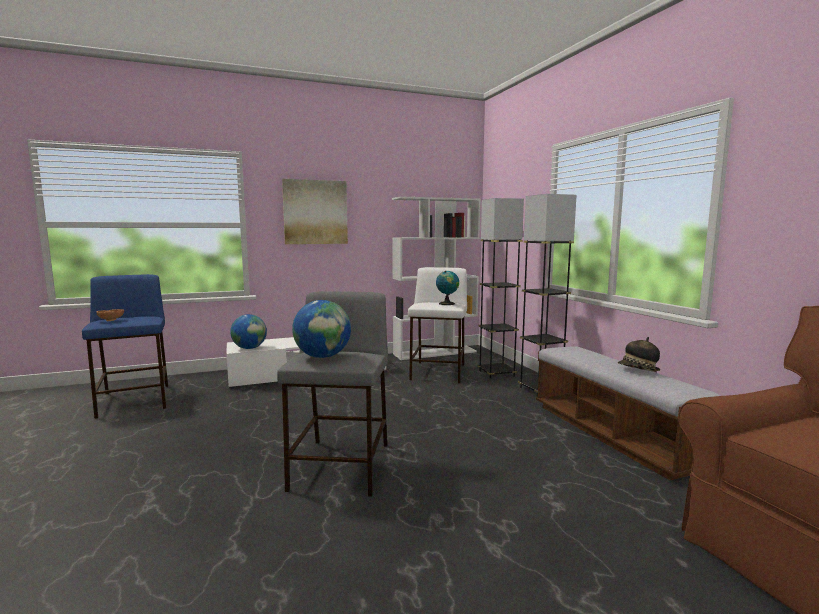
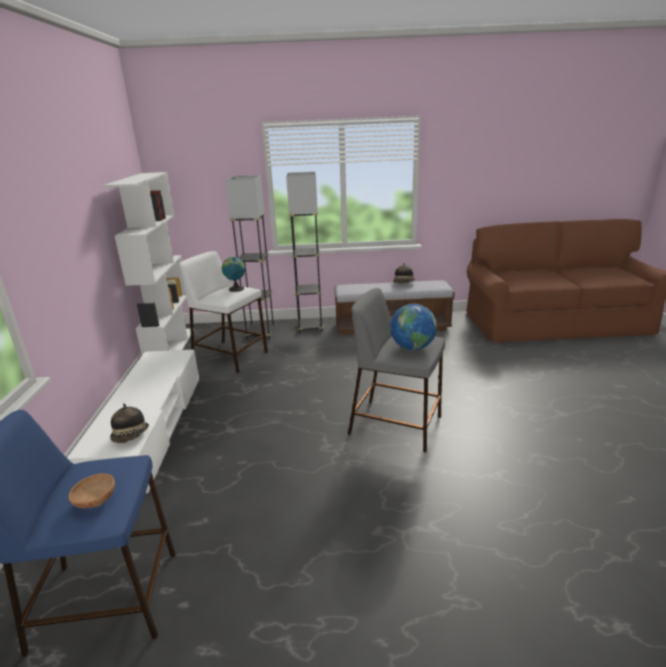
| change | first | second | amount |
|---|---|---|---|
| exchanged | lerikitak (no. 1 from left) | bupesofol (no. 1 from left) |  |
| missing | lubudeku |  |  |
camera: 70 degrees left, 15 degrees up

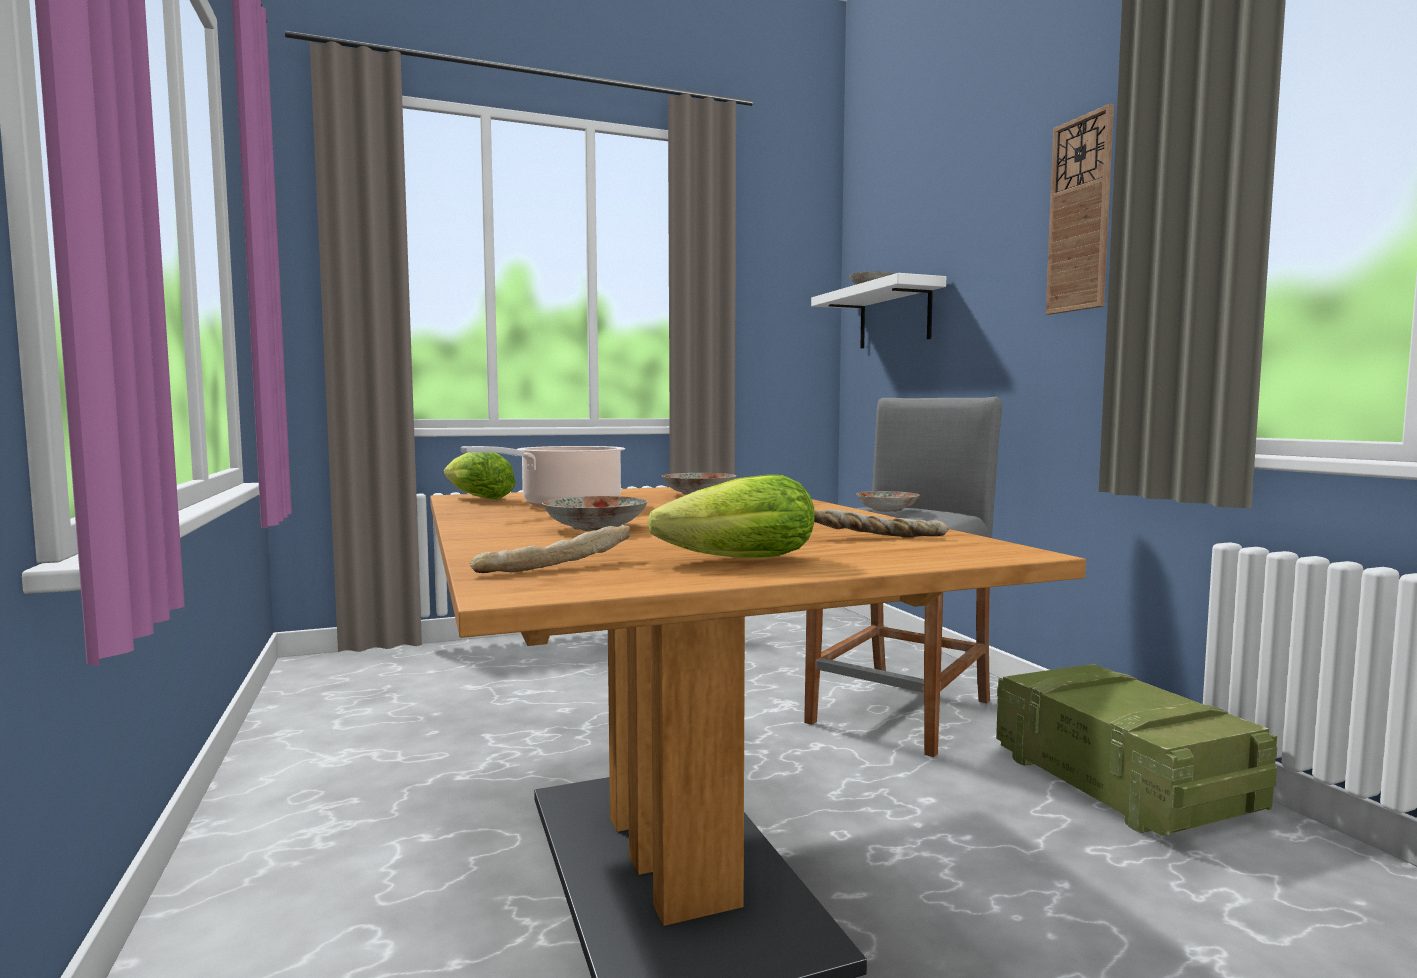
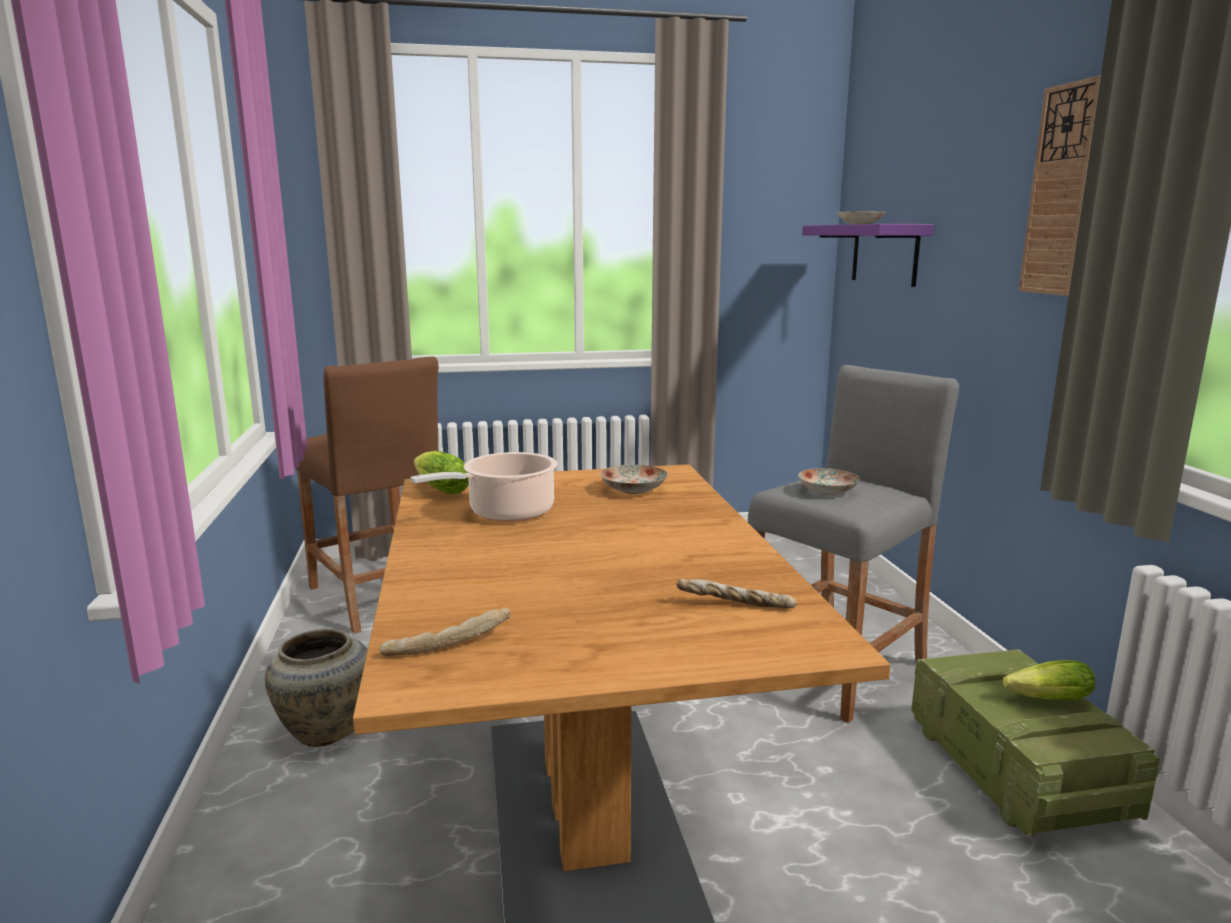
| change | first | second | amount |
|---|---|---|---|
| appeared |  | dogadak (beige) |  |
| appeared |  | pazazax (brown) |  |
| colour | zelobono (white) | zelobono (purple) |  |
| relocated | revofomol (no. 2 from left) |  |  |
| missing | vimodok (no. 1 from left) |  |  |
camera: 10 degrees right, 10 degrees up

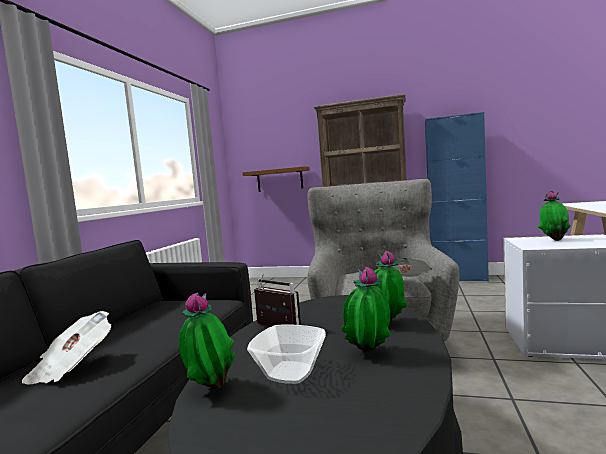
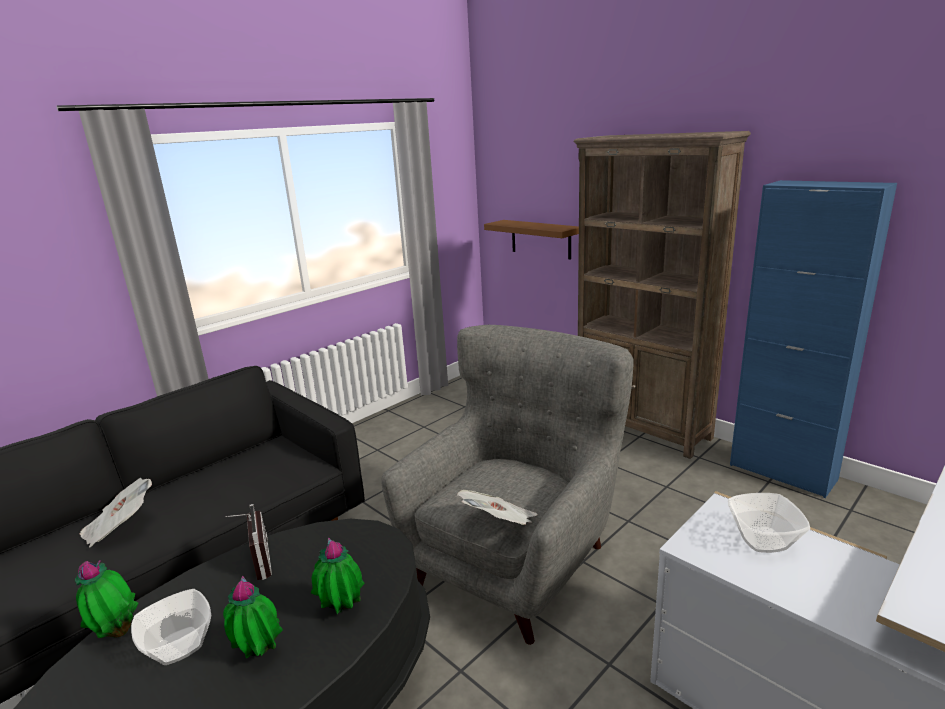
| change | first | second | amount |
|---|---|---|---|
| exchanged | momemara (no. 4 from left) | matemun (no. 2 from left) |  |
camera: 30 degrees right, 15 degrees up

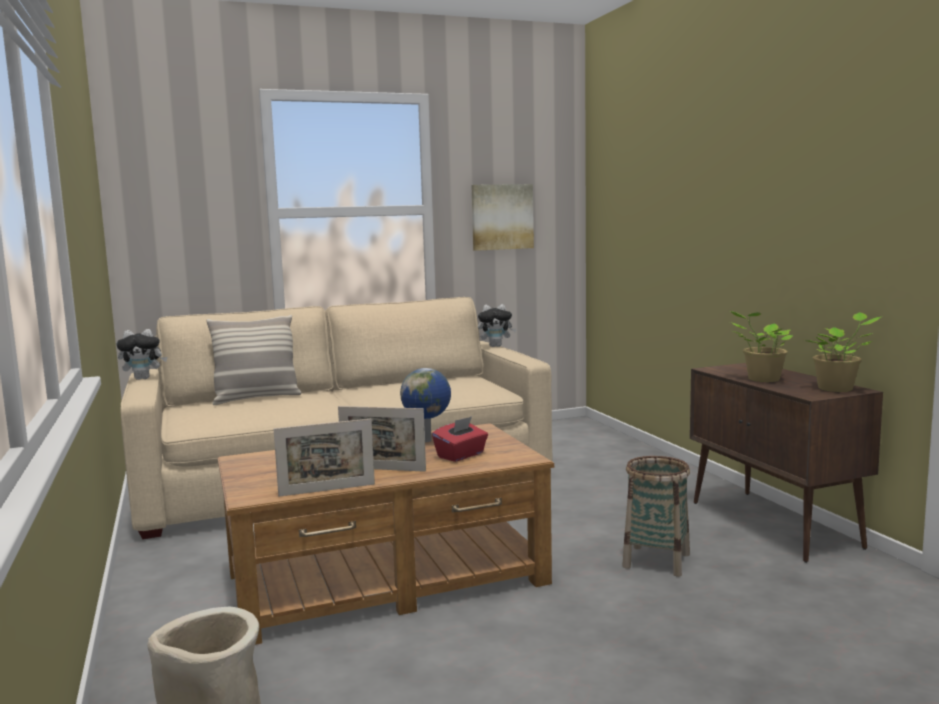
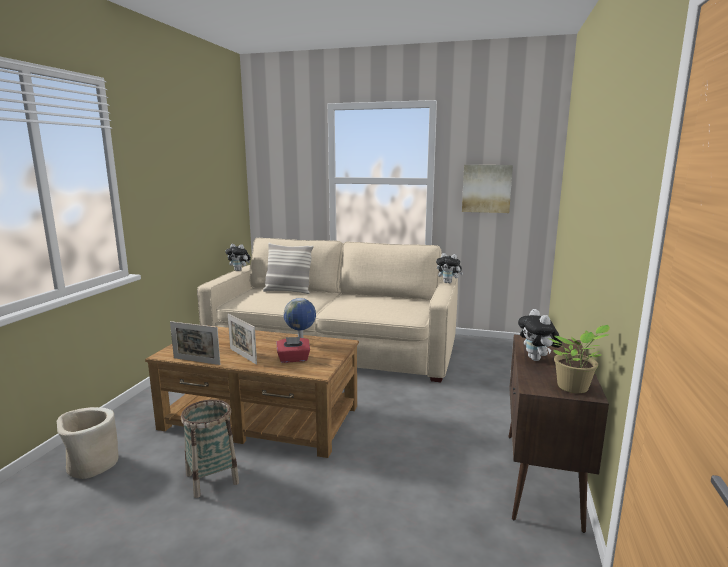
| change | first | second | amount |
|---|---|---|---|
| relocated | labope |  |  |
| exchanged | momemara (no. 1 from left) | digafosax (no. 3 from left) |  |
camera: 35 degrees right, 5 degrees up

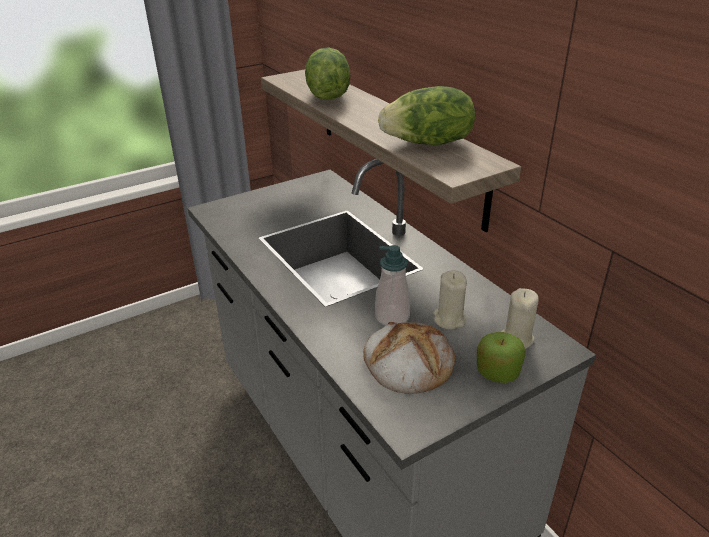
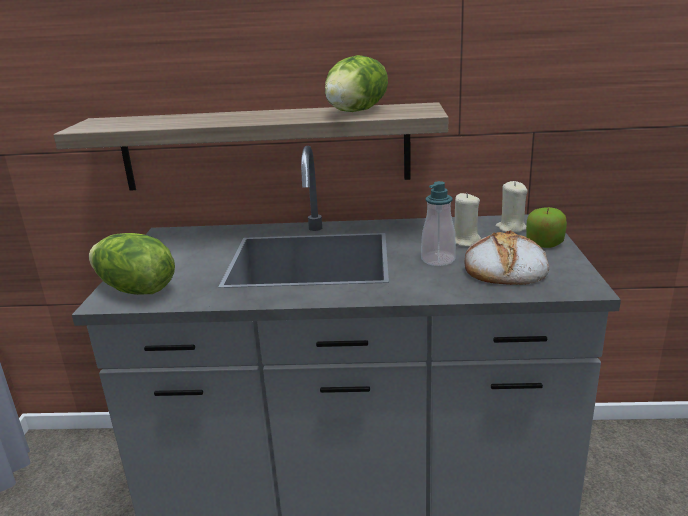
| change | first | second | amount |
|---|---|---|---|
| relocated | revofomol (no. 1 from left) |  |  |
camera: 55 degrees left, 10 degrees down

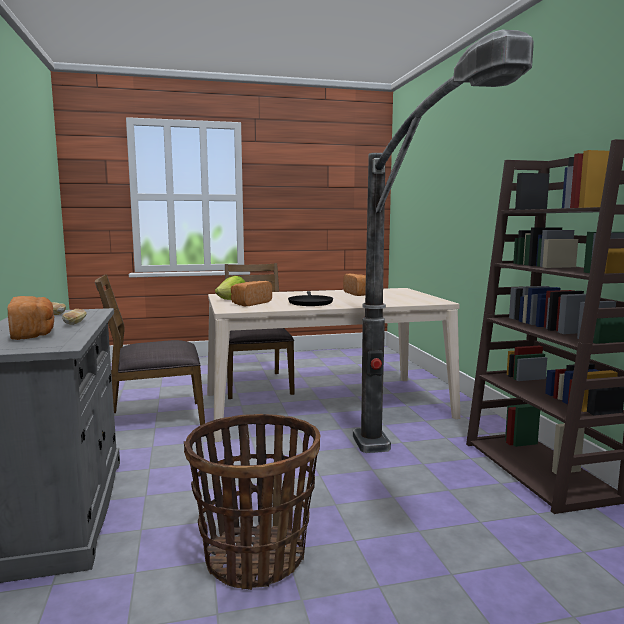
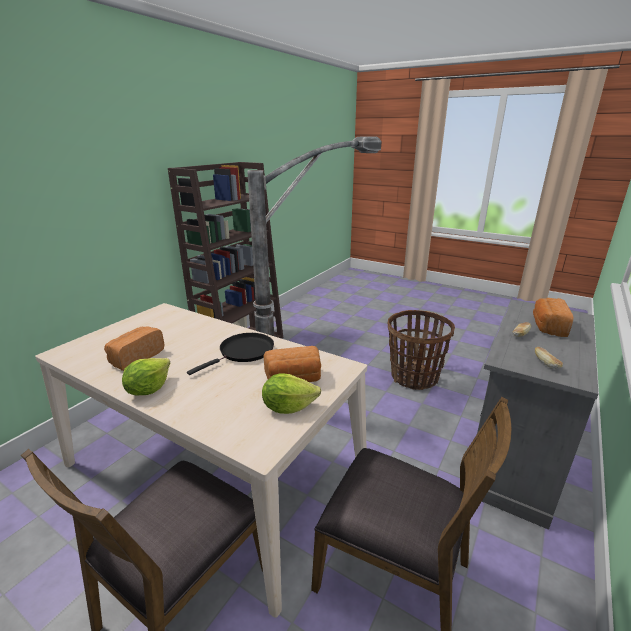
| change | first | second | amount |
|---|---|---|---|
| appeared |  | revofomol (no. 1 from left) |  |
camera: 135 degrees left, 15 degrees up

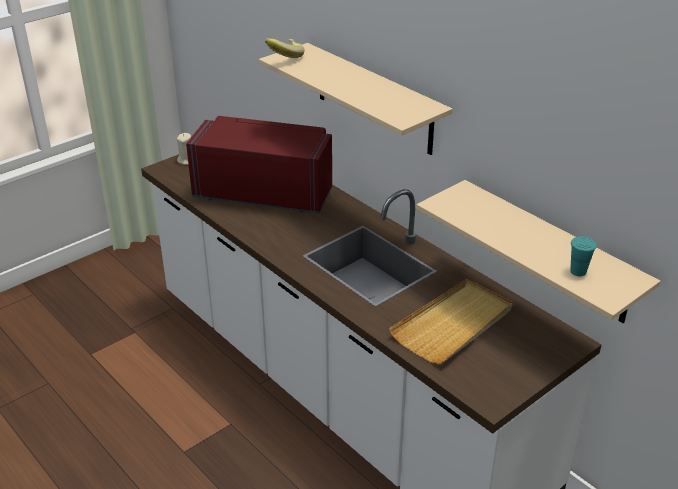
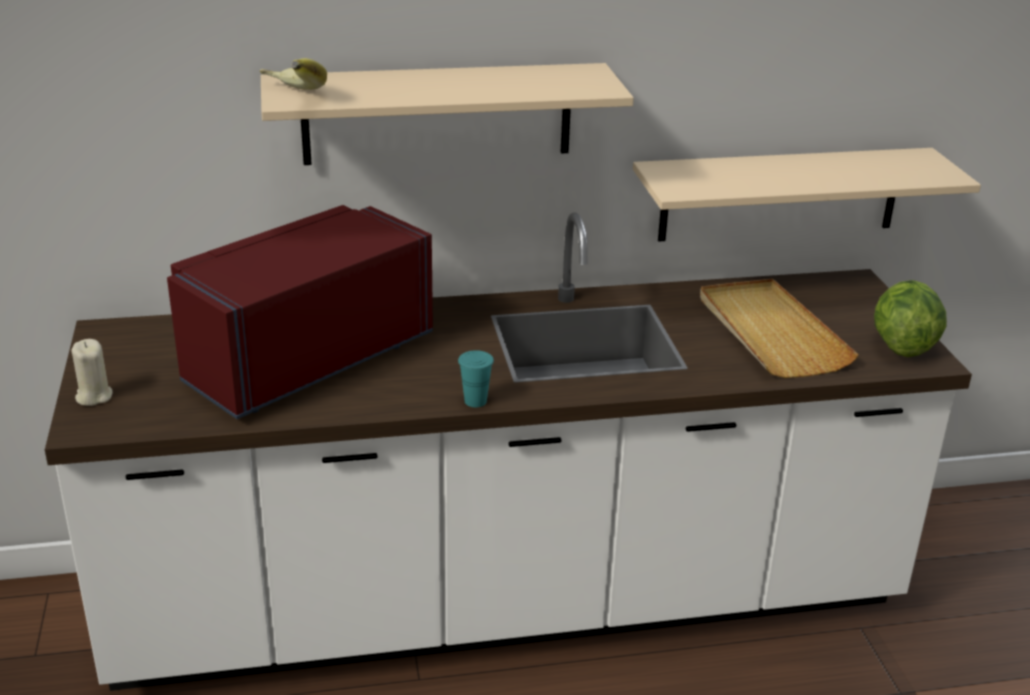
| change | first | second | amount |
|---|---|---|---|
| relocated | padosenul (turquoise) |  |  |
| appeared |  | revofomol |  |
camera: 60 degrees left, 5 degrees down

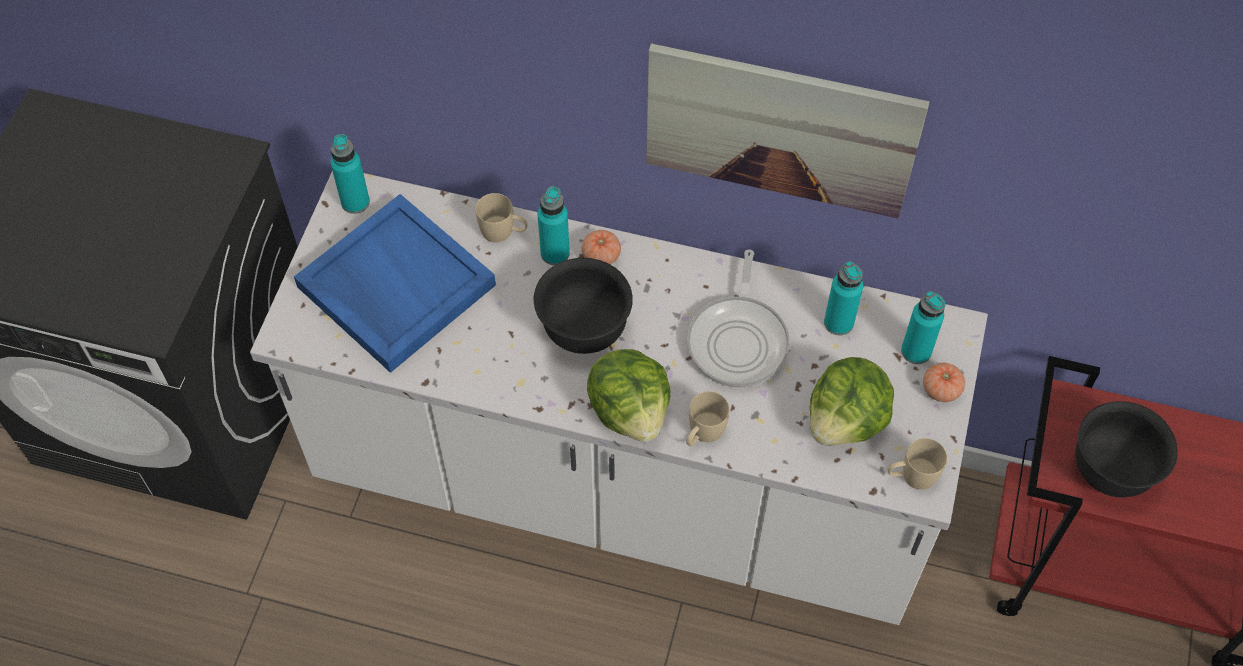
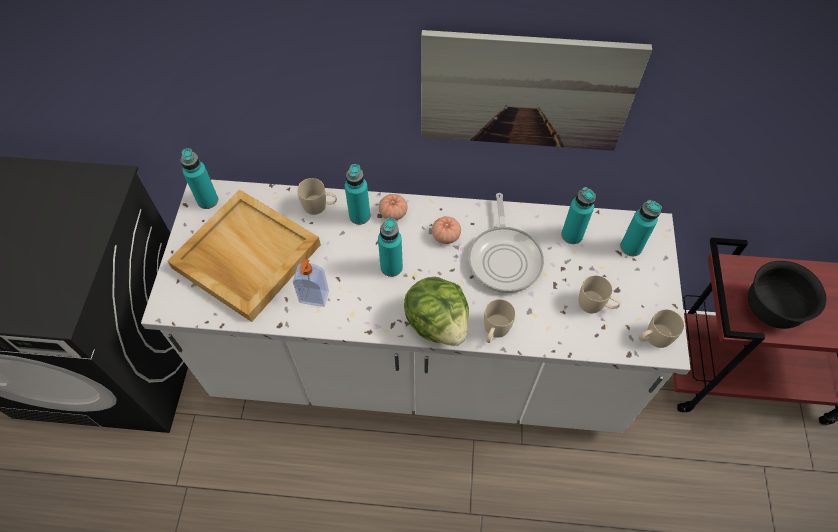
| change | first | second | amount |
|---|---|---|---|
| colour | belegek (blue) | belegek (beige) |  |
| appeared |  | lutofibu |  |
| exchanged | matemun (black) (no. 1 from left) | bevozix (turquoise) (no. 3 from left) |  |
| relocated | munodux (no. 2 from left) |  |  |
| exchanged | revofomol (no. 2 from left) | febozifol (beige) (no. 3 from left) |  |
camera: 10 degrees left, 0 degrees up

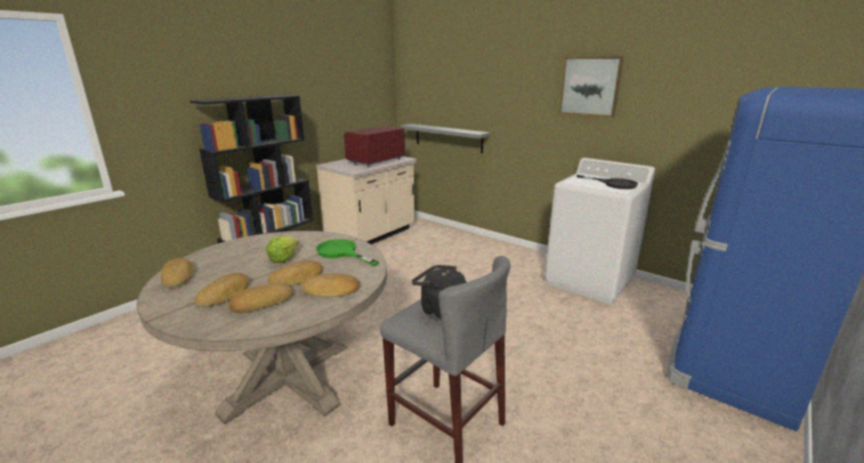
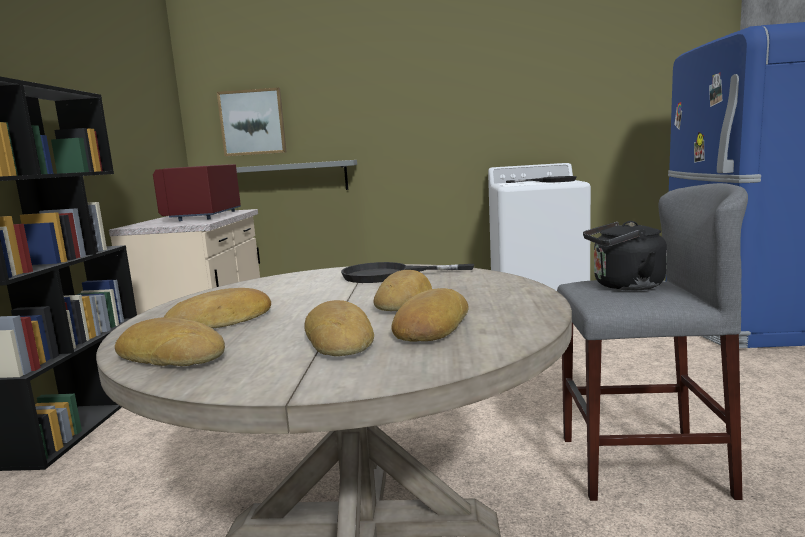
| change | first | second | amount |
|---|---|---|---|
| relocated | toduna (no. 5 from left in the first image) | toduna (no. 2 from left) |  |
| relocated | lubudeku |  |  |
| colour | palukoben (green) | palukoben (black) (no. 1 from left) |  |
| missing | revofomol |  |  |
camera: 35 degrees left, 10 degrees down

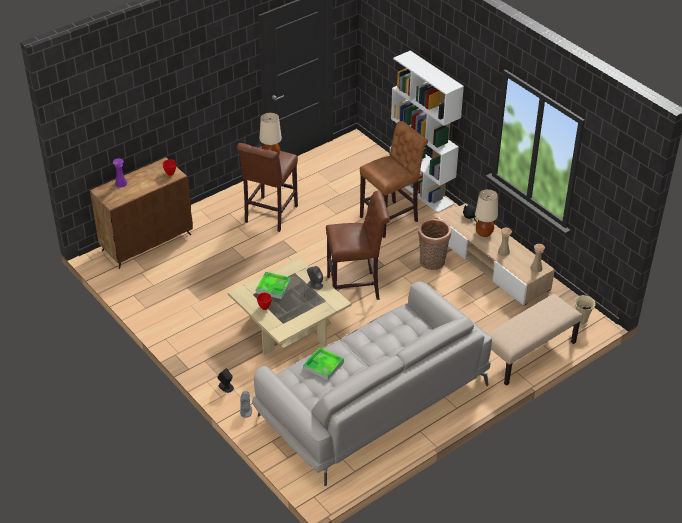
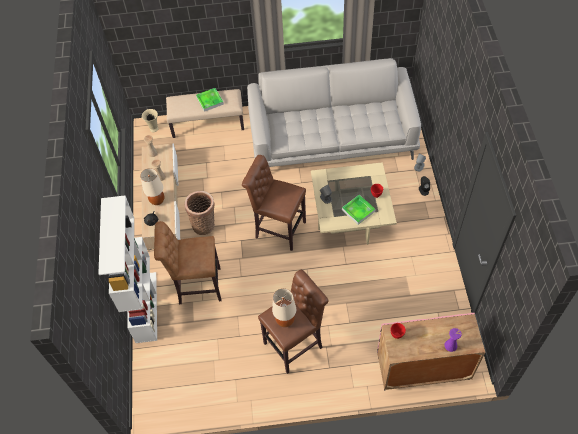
| change | first | second | amount |
|---|---|---|---|
| relocated | belegek (no. 2 from left in the first image) | belegek (no. 1 from left) |  |
| colour | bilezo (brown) | bilezo (pink) |  |
camera: 145 degrees left, 15 degrees up

